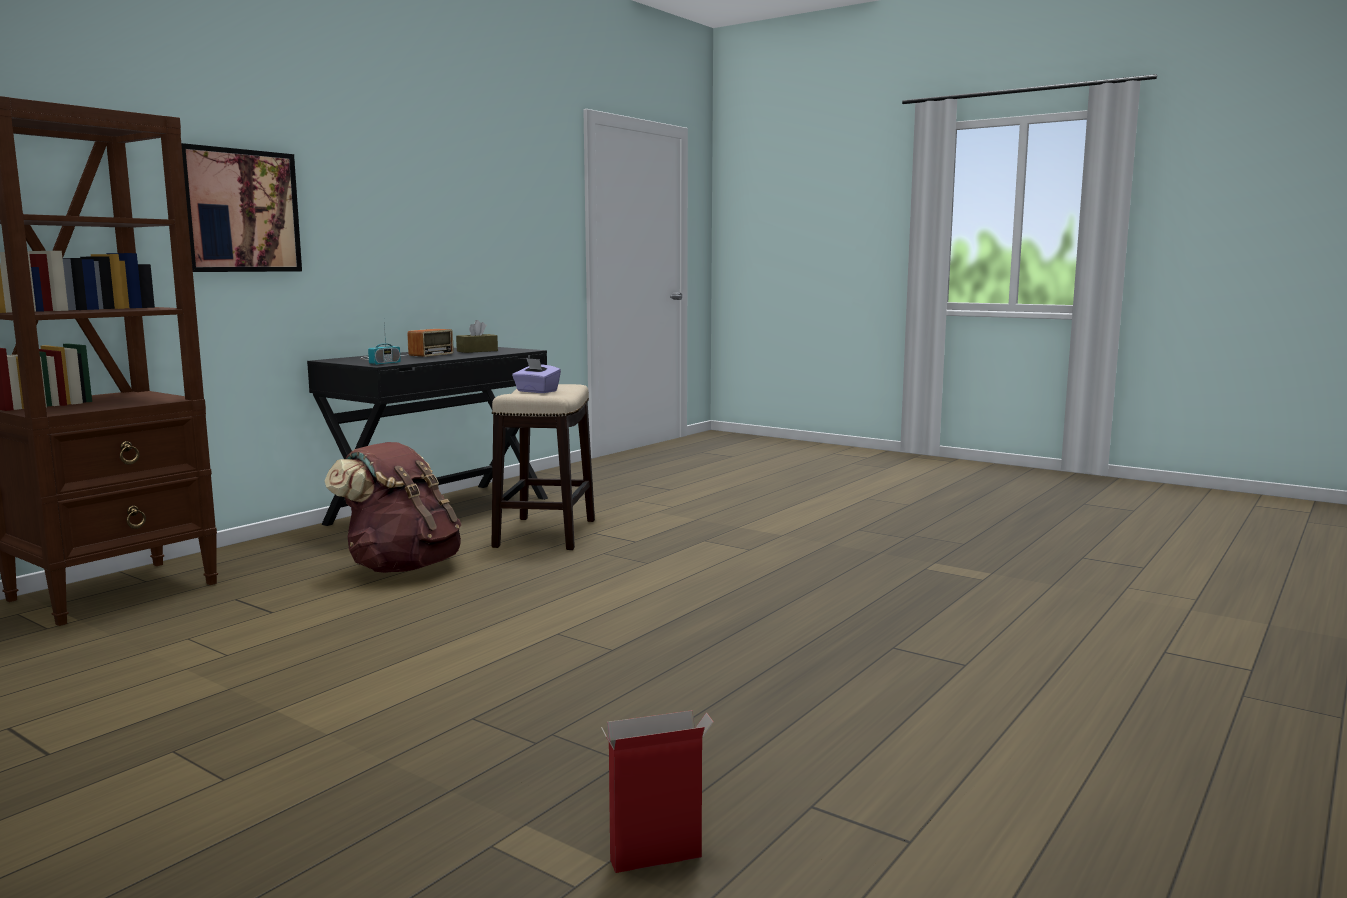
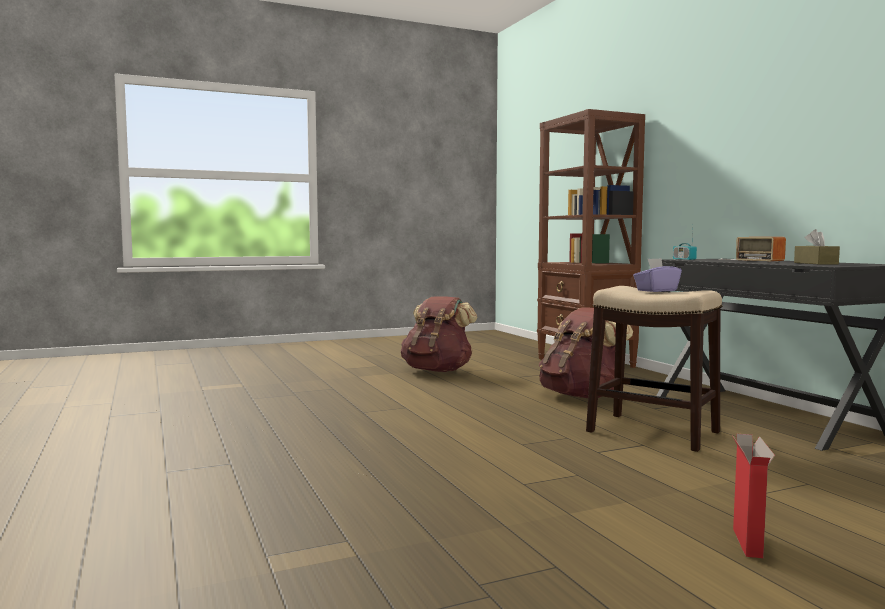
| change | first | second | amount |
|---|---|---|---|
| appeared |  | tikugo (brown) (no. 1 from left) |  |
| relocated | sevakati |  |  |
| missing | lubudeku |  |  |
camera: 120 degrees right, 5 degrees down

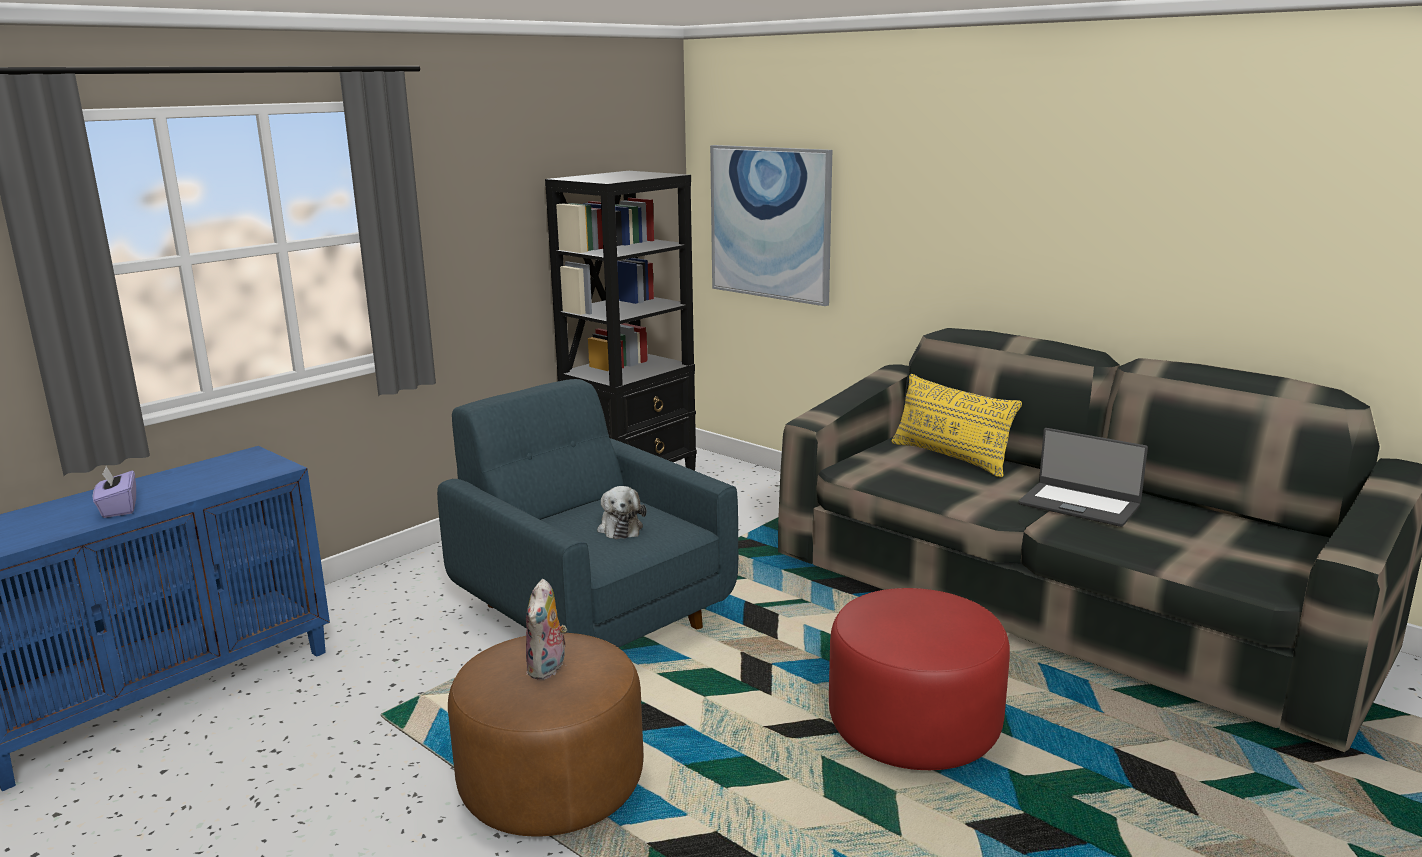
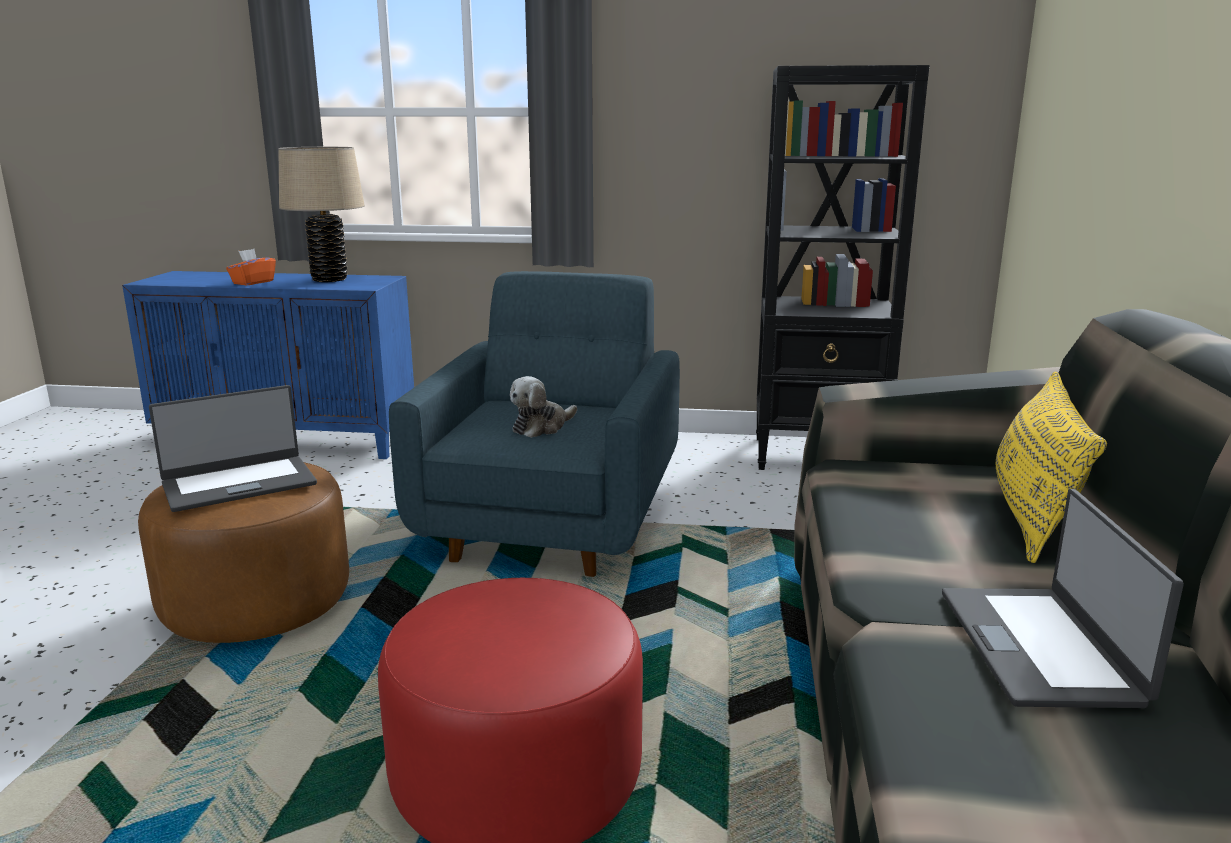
| change | first | second | amount |
|---|---|---|---|
| exchanged | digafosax (no. 1 from left) | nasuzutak (no. 1 from left) |  |
| colour | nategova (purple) | nategova (orange) |  |
| appeared |  | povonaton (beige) |  |
| missing | lubudeku |  |  |
camera: 55 degrees right, 0 degrees up

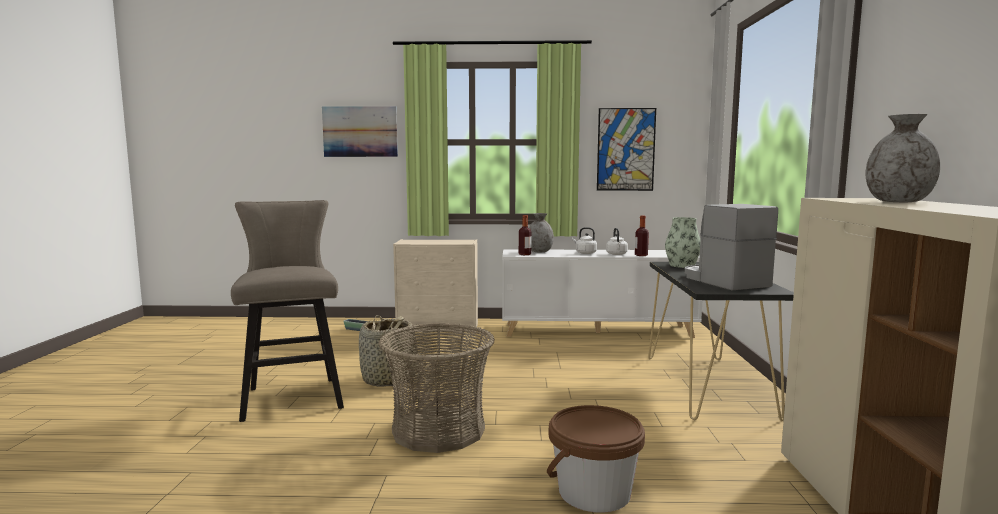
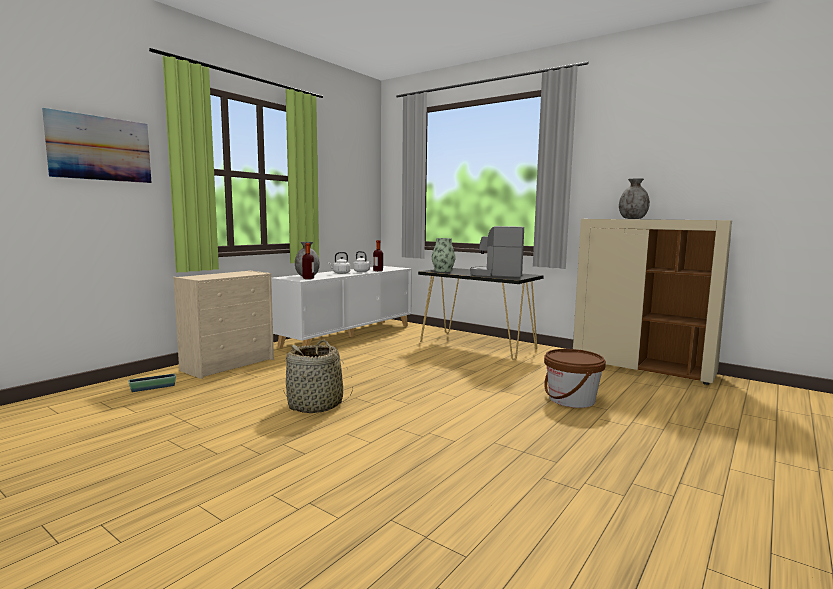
| change | first | second | amount |
|---|---|---|---|
| missing | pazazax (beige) |  |  |
| missing | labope (no. 2 from left) |  |  |
| missing | lubudeku (no. 2 from left) |  |  |
camera: 55 degrees left, 0 degrees up

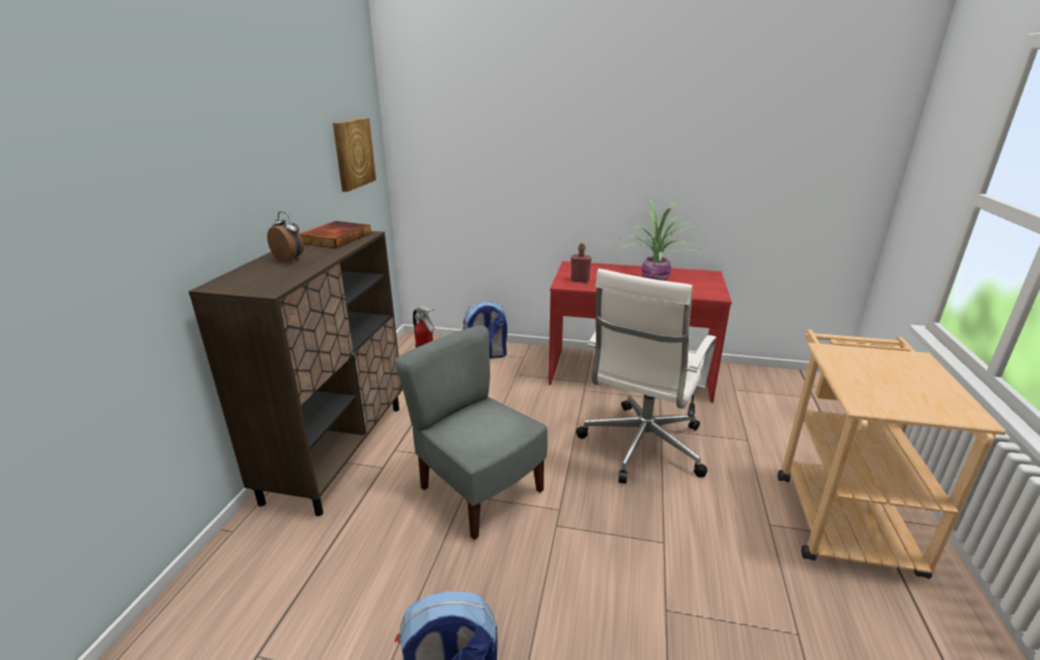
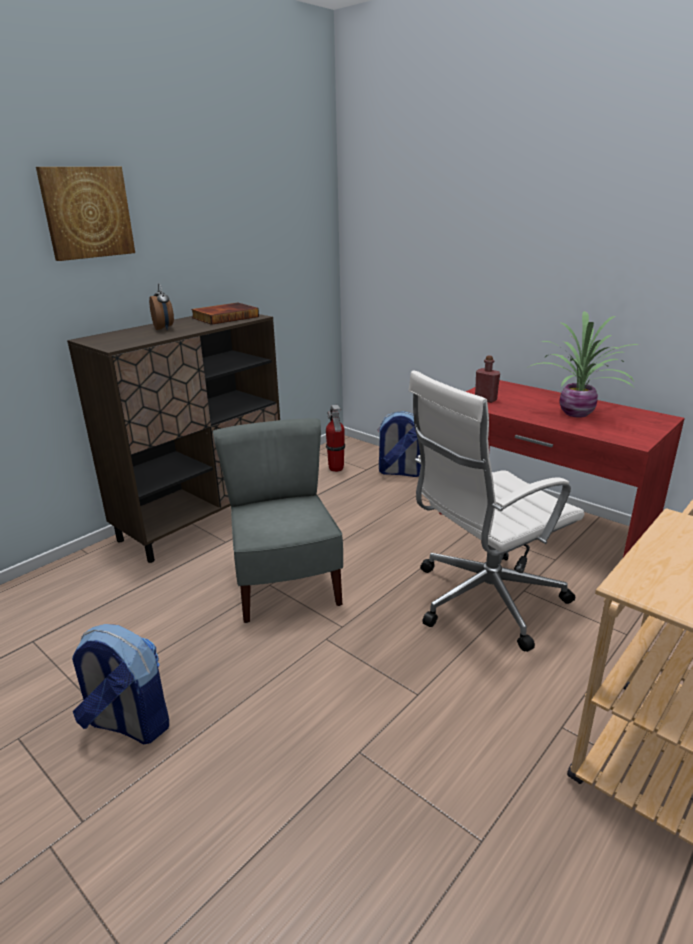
| change | first | second | amount |
|---|---|---|---|
| relocated | lubudeku |  |  |
camera: 30 degrees right, 0 degrees up

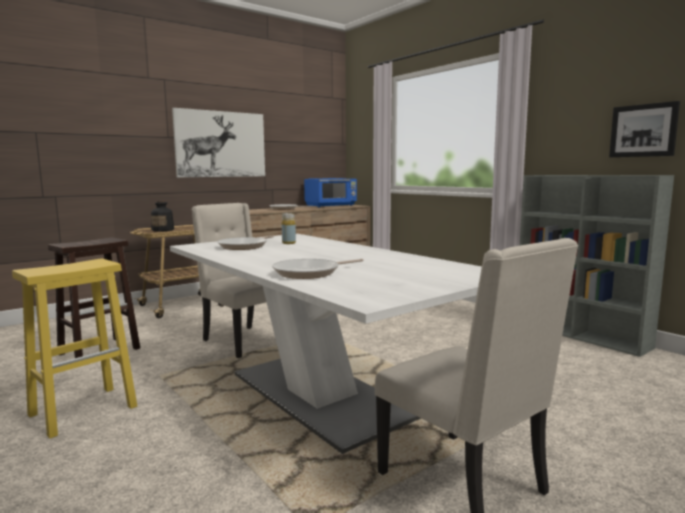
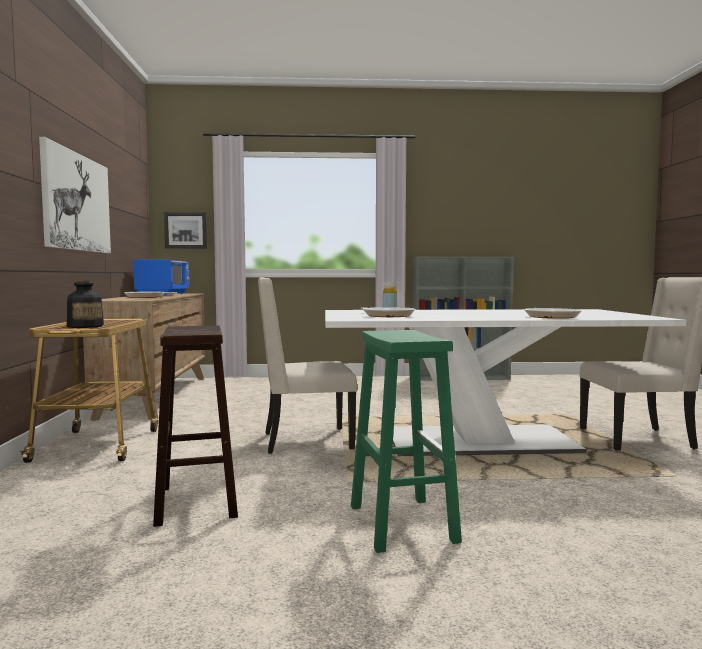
| change | first | second | amount |
|---|---|---|---|
| relocated | lubudeku (no. 2 from left) |  |  |
| colour | pazazax (yellow) | pazazax (green) |  |
camera: 55 degrees left, 5 degrees down

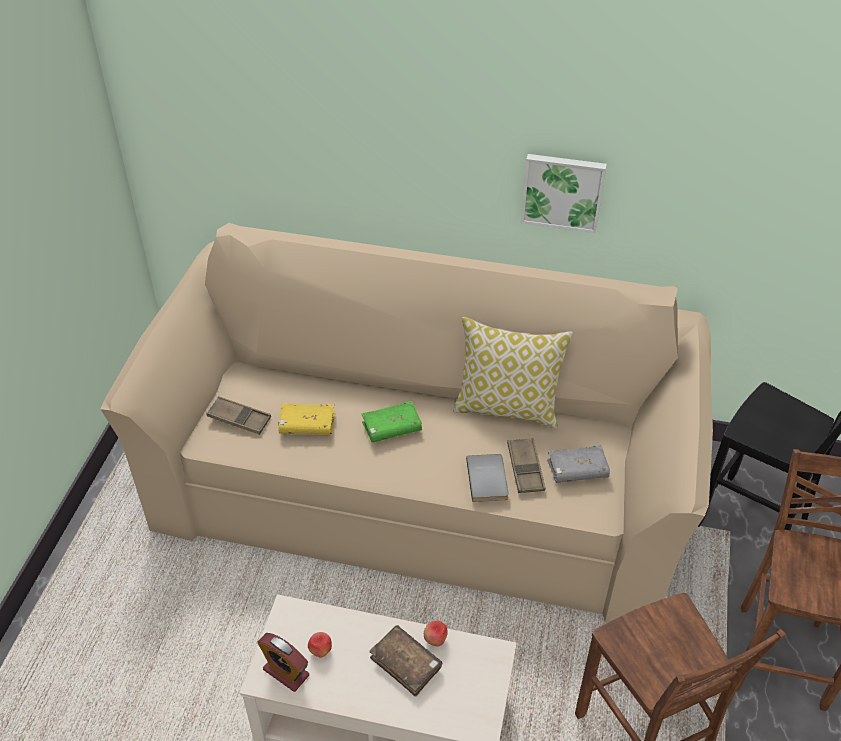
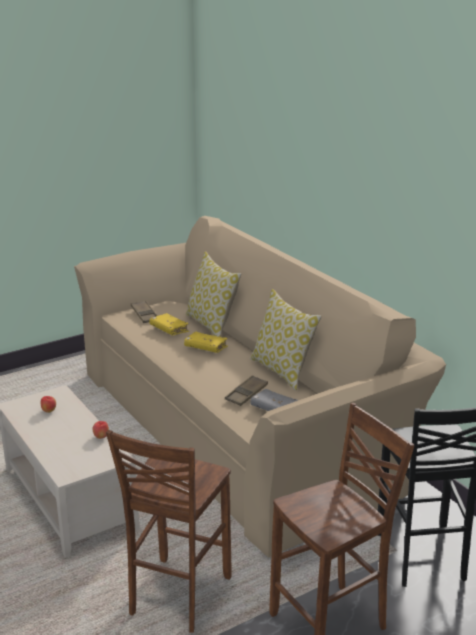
| change | first | second | amount |
|---|---|---|---|
| colour | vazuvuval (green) | vazuvuval (yellow) (no. 2 from left) |  |
| appeared |  | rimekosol (no. 1 from left) |  |
| missing | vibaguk |  |  |
| missing | vazuvuval (brown) |  |  |
| missing | vazuvuval (grey) (no. 1 from left) |  |  |
| missing | lubudeku |  |  |
camera: 45 degrees right, 20 degrees down

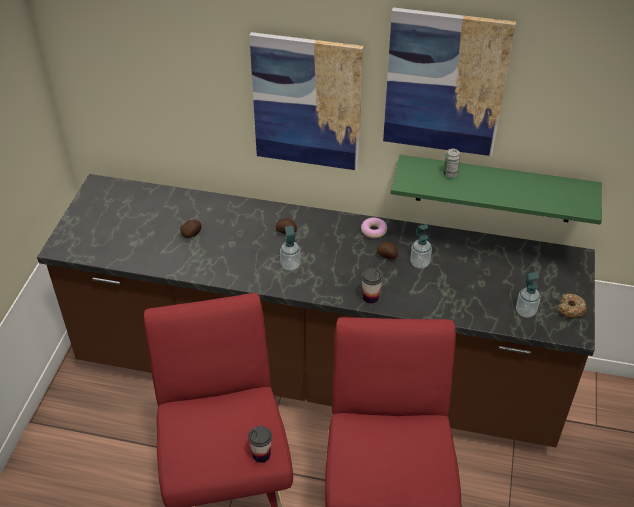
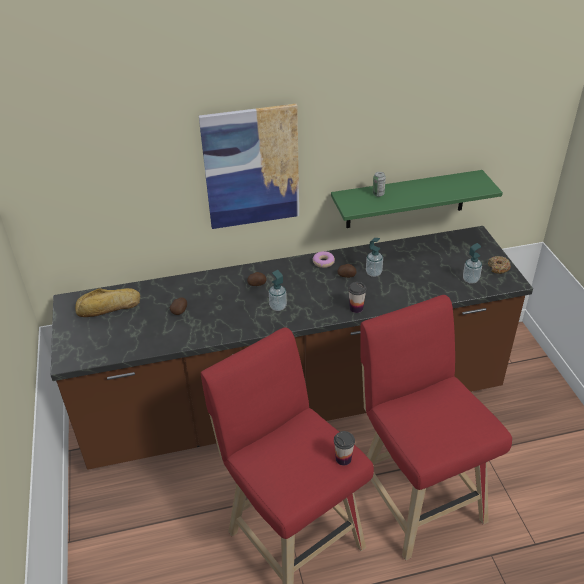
| change | first | second | amount |
|---|---|---|---|
| appeared |  | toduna |  |
| missing | lubudeku (no. 2 from left) |  |  |
camera: 25 degrees left, 5 degrees down

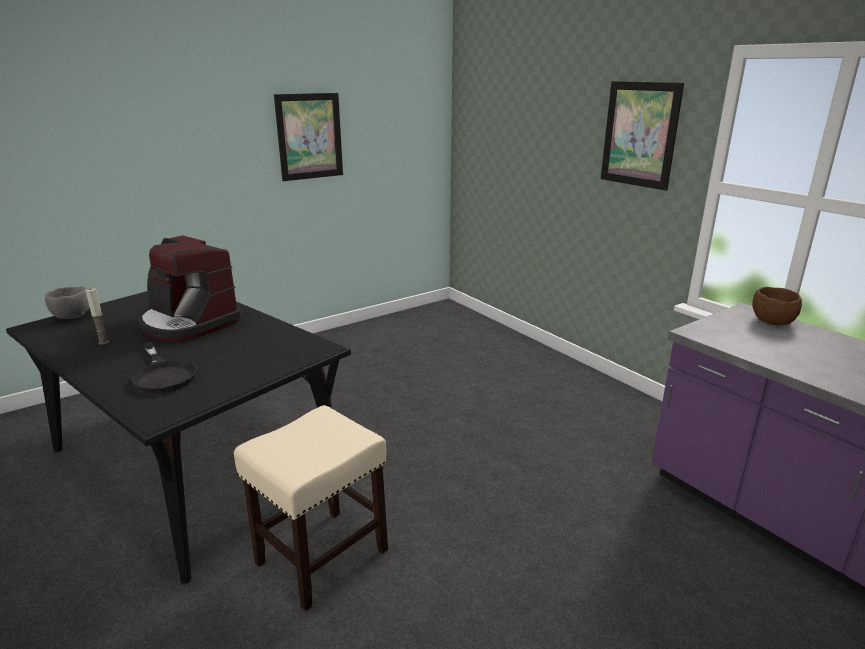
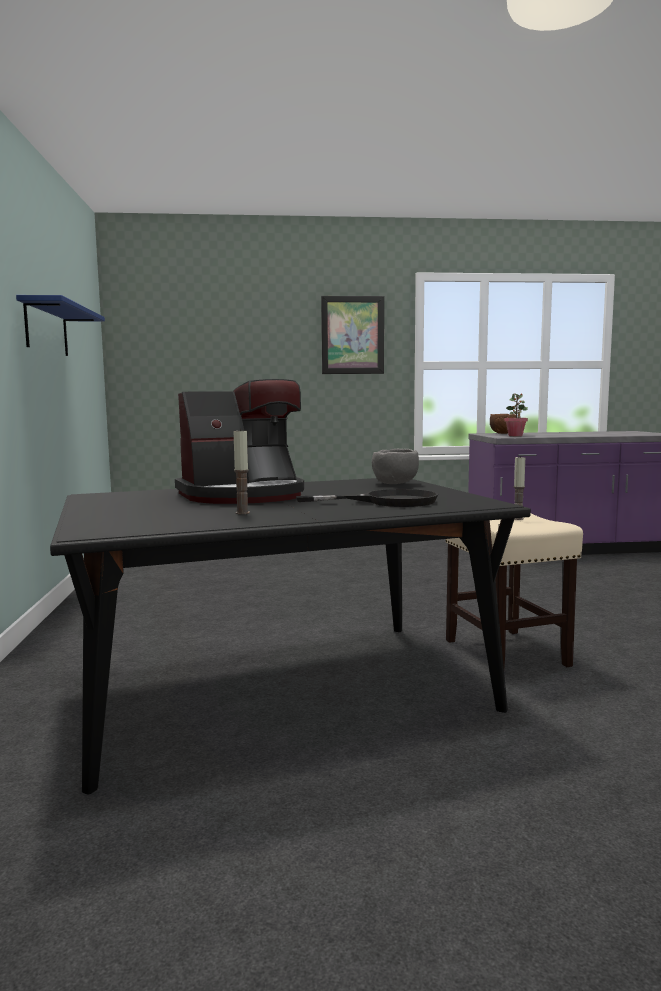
| change | first | second | amount |
|---|---|---|---|
| exchanged | lubudeku (no. 1 from left) | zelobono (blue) |  |
| relocated | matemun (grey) |  |  |
| appeared |  | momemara |  |
| appeared |  | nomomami (no. 2 from left) |  |
camera: 60 degrees left, 15 degrees down

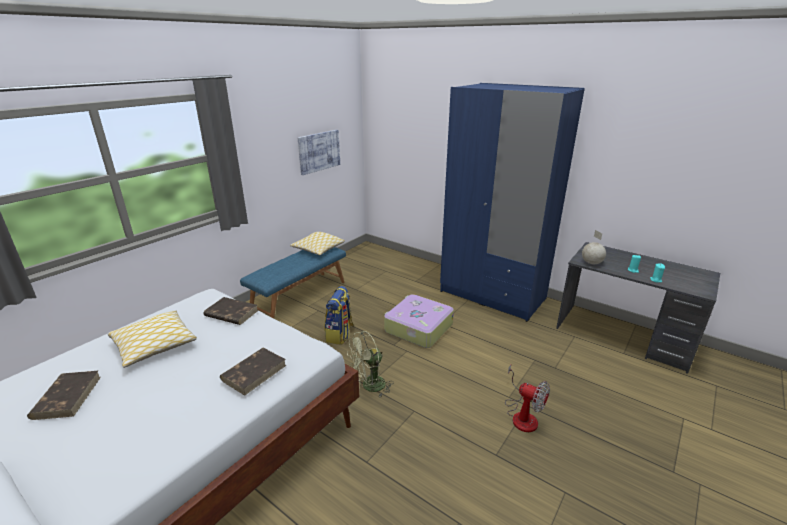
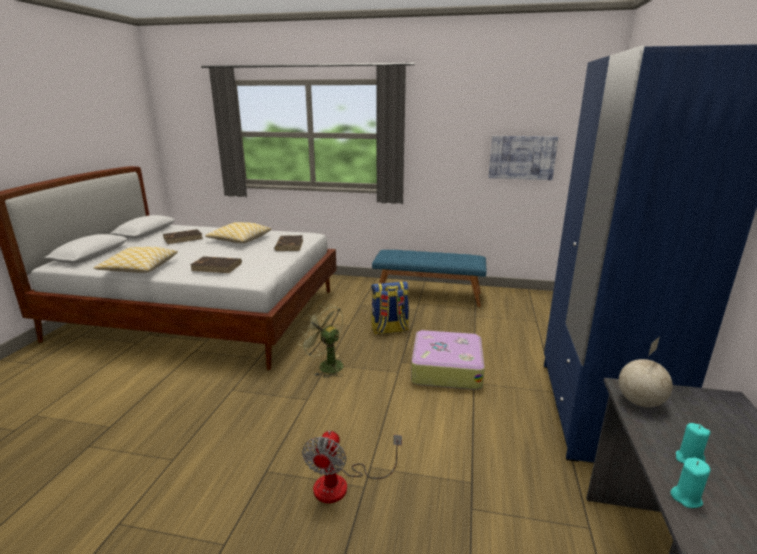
| change | first | second | amount |
|---|---|---|---|
| relocated | rimekosol (no. 2 from left in the first image) | rimekosol (no. 1 from left) |  |
camera: 65 degrees right, 5 degrees down

